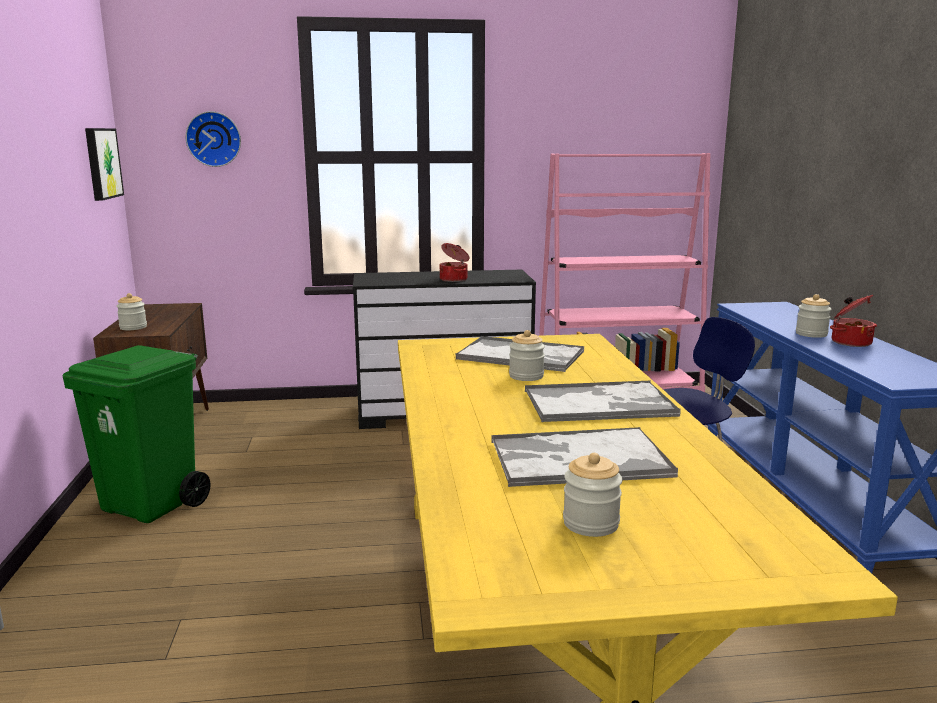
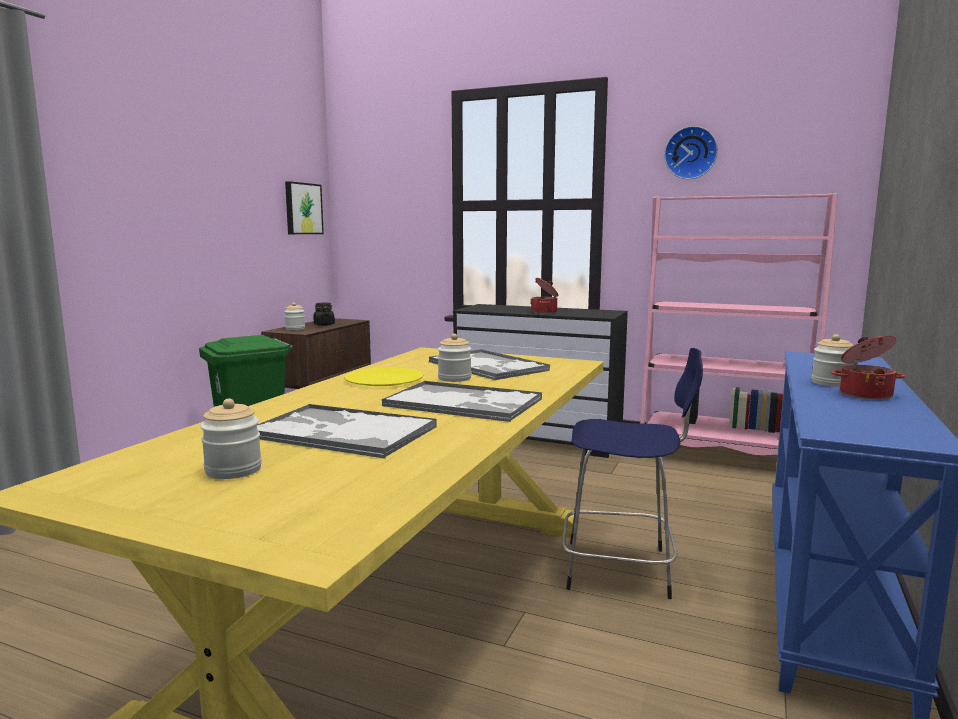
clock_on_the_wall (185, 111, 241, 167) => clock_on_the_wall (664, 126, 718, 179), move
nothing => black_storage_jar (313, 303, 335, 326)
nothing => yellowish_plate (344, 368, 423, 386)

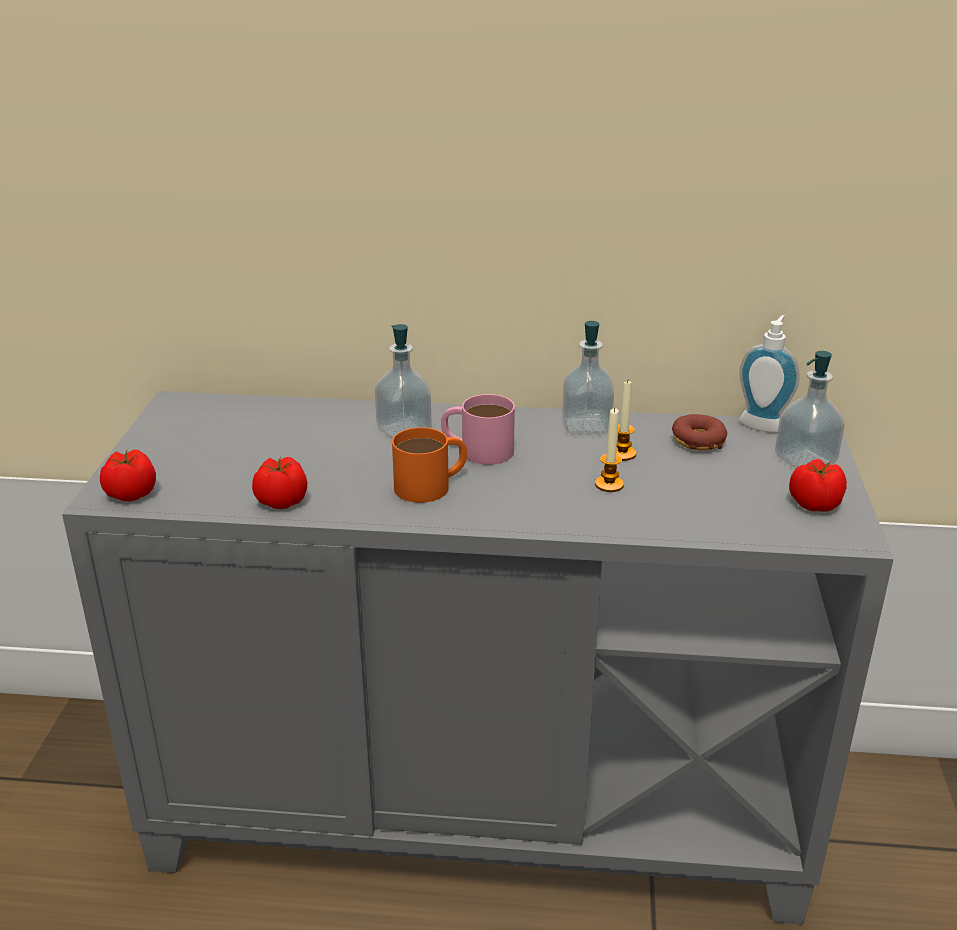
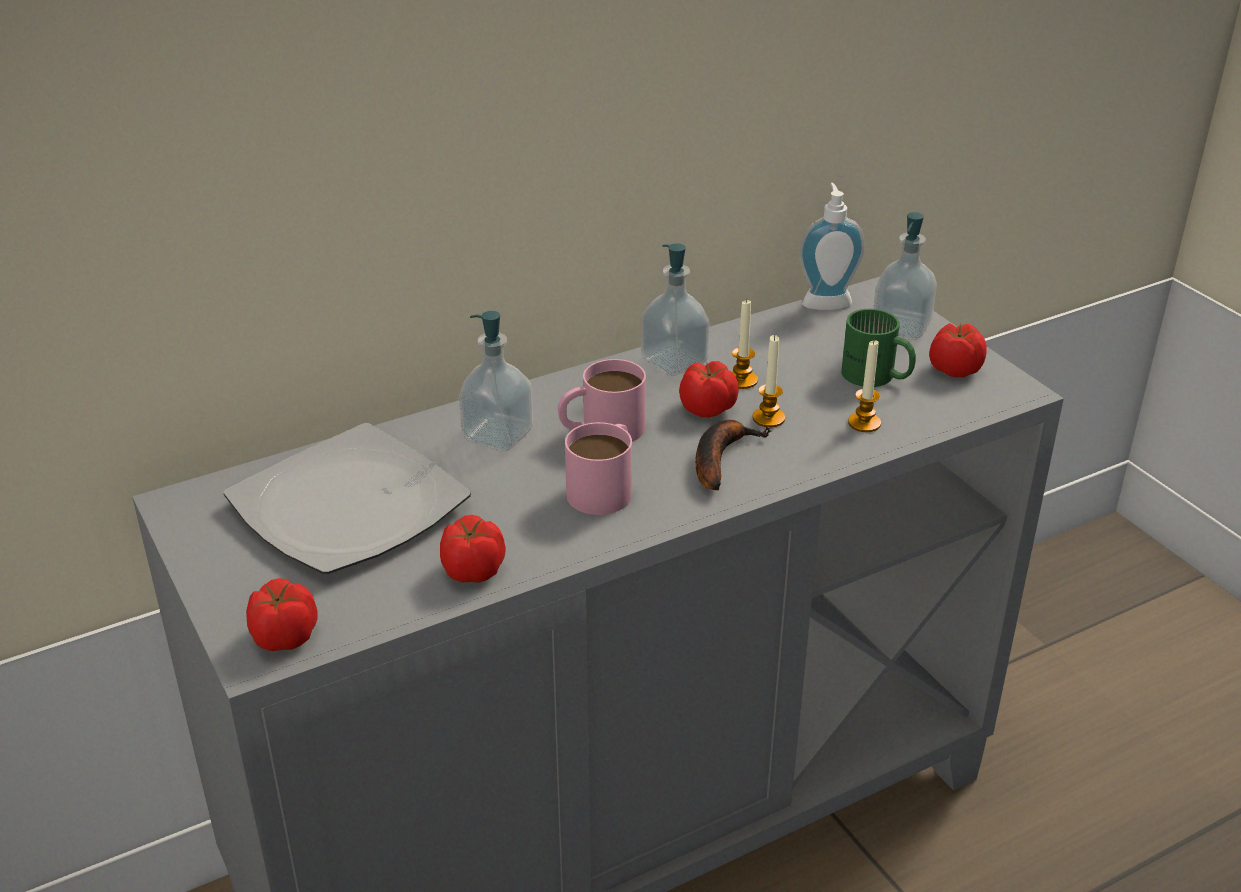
donut (672, 414, 727, 450) => nothing
orange-coloured_mug (392, 427, 467, 503) => pinkish_mug (565, 422, 632, 515)
nothing => green_mug (841, 309, 916, 387)
nothing => wax_candle (848, 340, 881, 432)
nothing => fresh_tomato (679, 361, 739, 418)
nothing => banana_fruit (695, 420, 772, 491)
nothing => plate (224, 423, 471, 574)

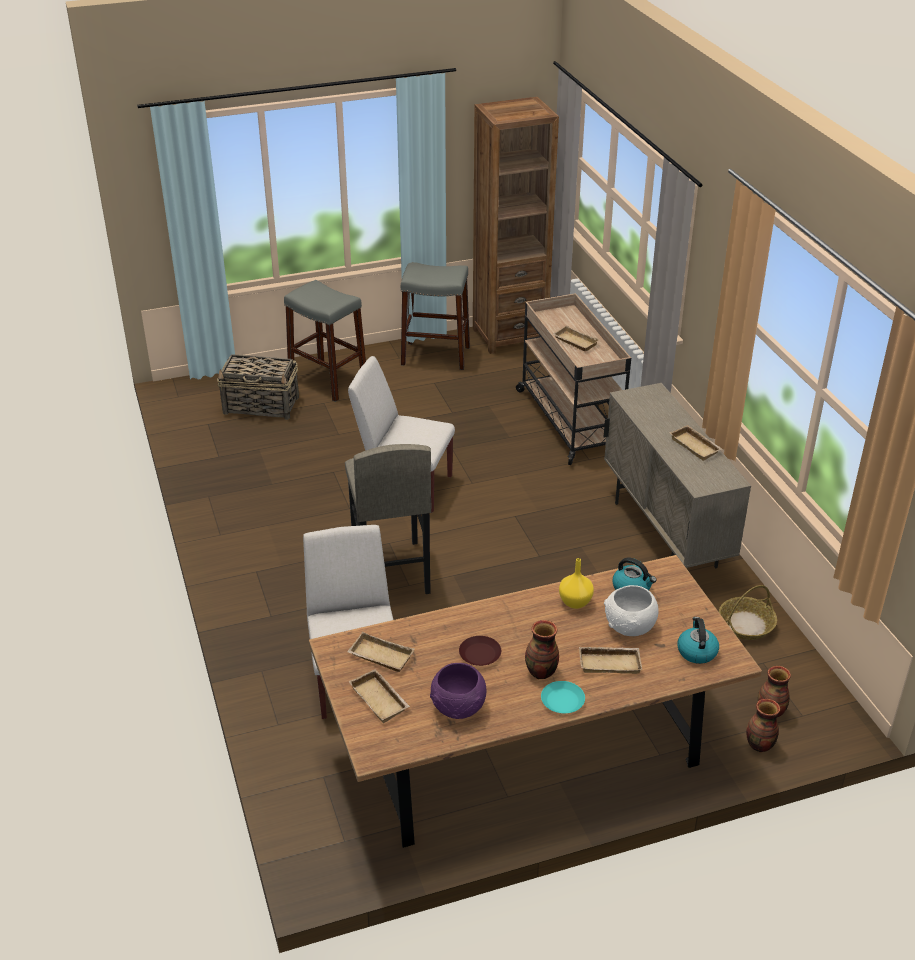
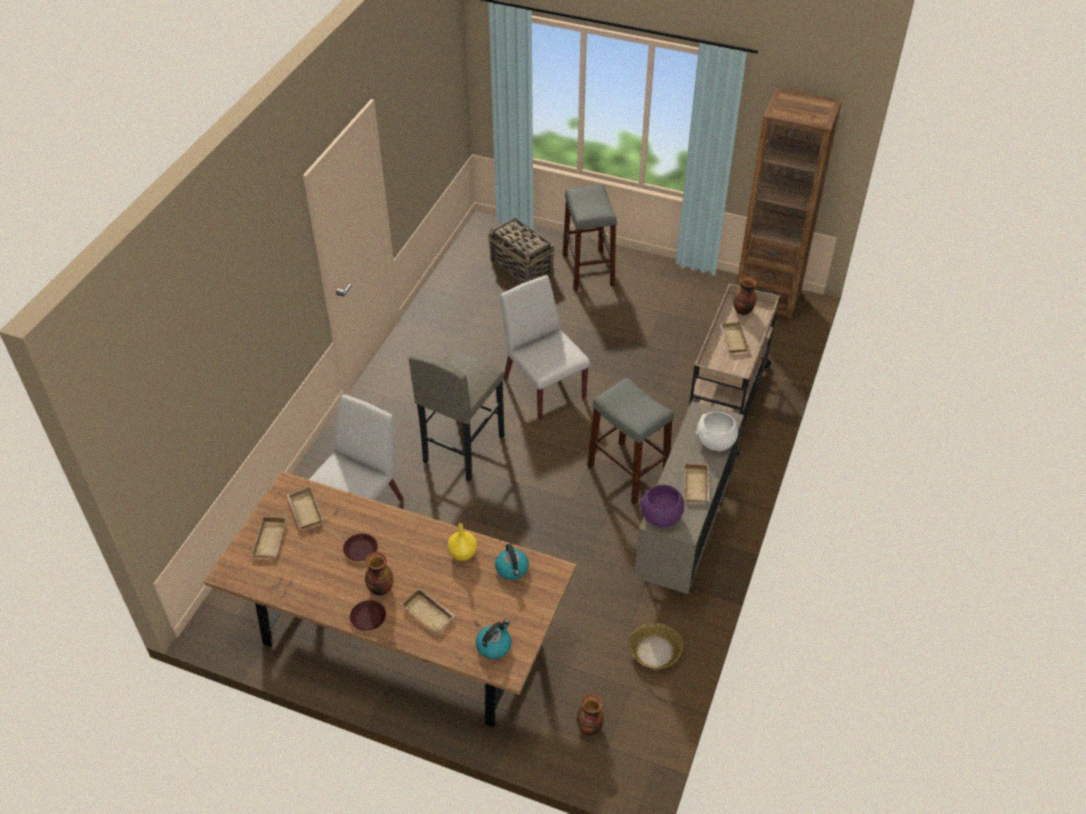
grey_stool_seat (401, 262, 470, 370) => grey_stool_seat (587, 377, 674, 505), move
white_bowl (604, 585, 659, 636) => white_bowl (696, 412, 738, 451), move
purple_bowl (430, 663, 486, 719) => purple_bowl (640, 485, 684, 527), move
blue-green_plate (541, 681, 585, 713) => brownish_plate (350, 600, 386, 631)
flower_vase (746, 699, 780, 752) => flower_vase (733, 276, 757, 315), move

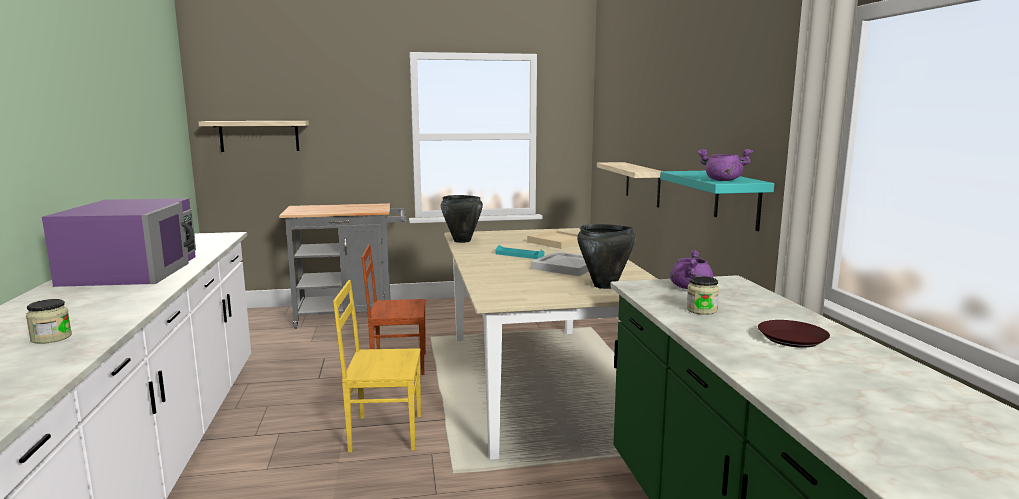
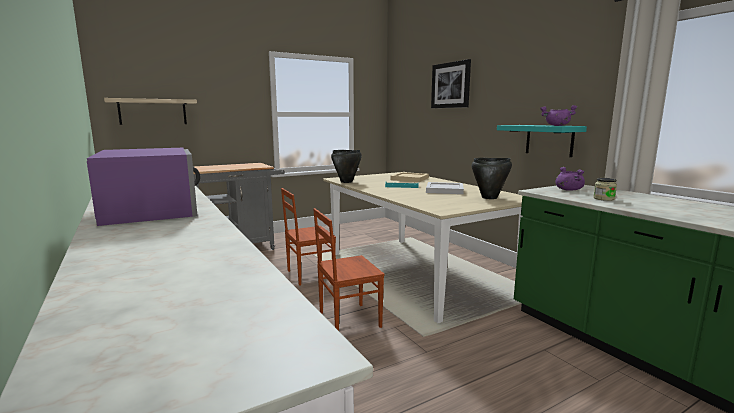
wall_shelf (597, 162, 661, 207) => nothing
yellowish_plain_chair (333, 280, 421, 452) => brownish_plain_chair (313, 208, 385, 331)
storage_jar (26, 299, 72, 344) => nothing
brownish_plate (758, 320, 830, 348) => nothing
nothing => wall_picture (431, 59, 471, 108)

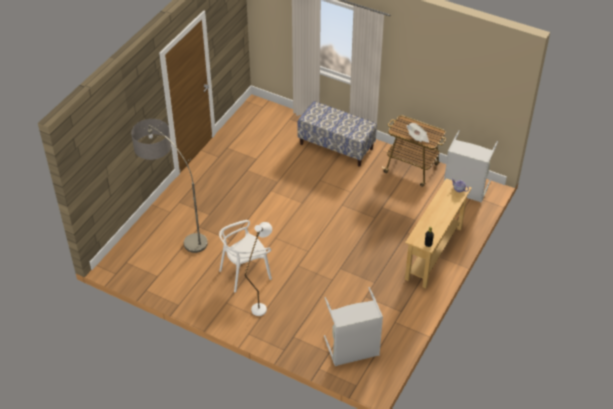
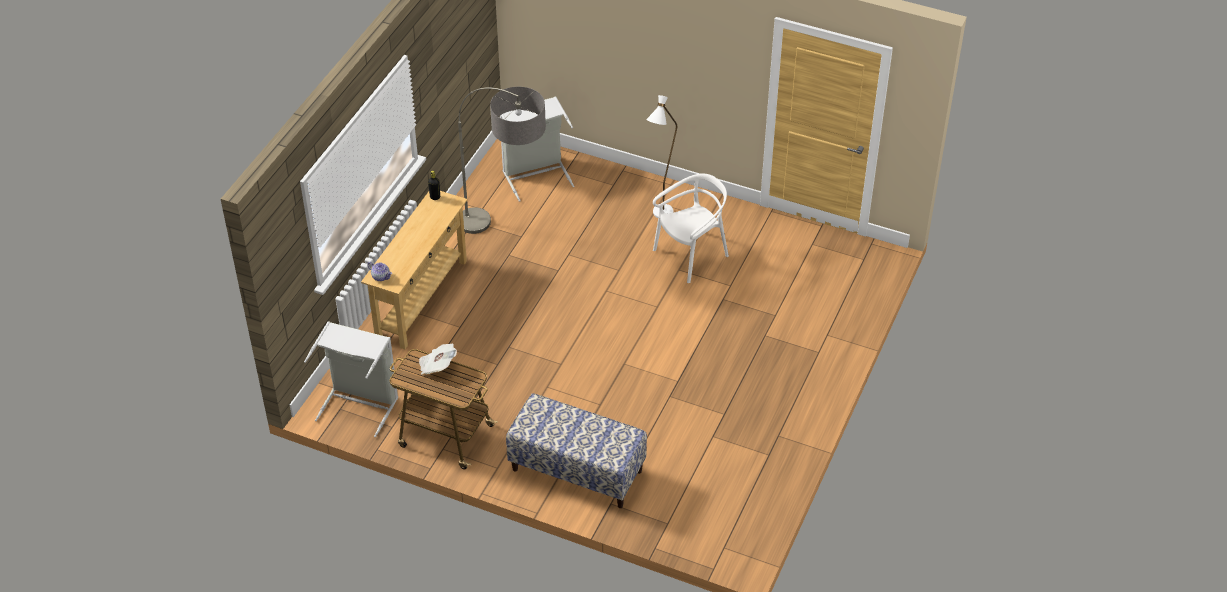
standard_lamp (131, 119, 208, 253) => standard_lamp (458, 87, 546, 234), move

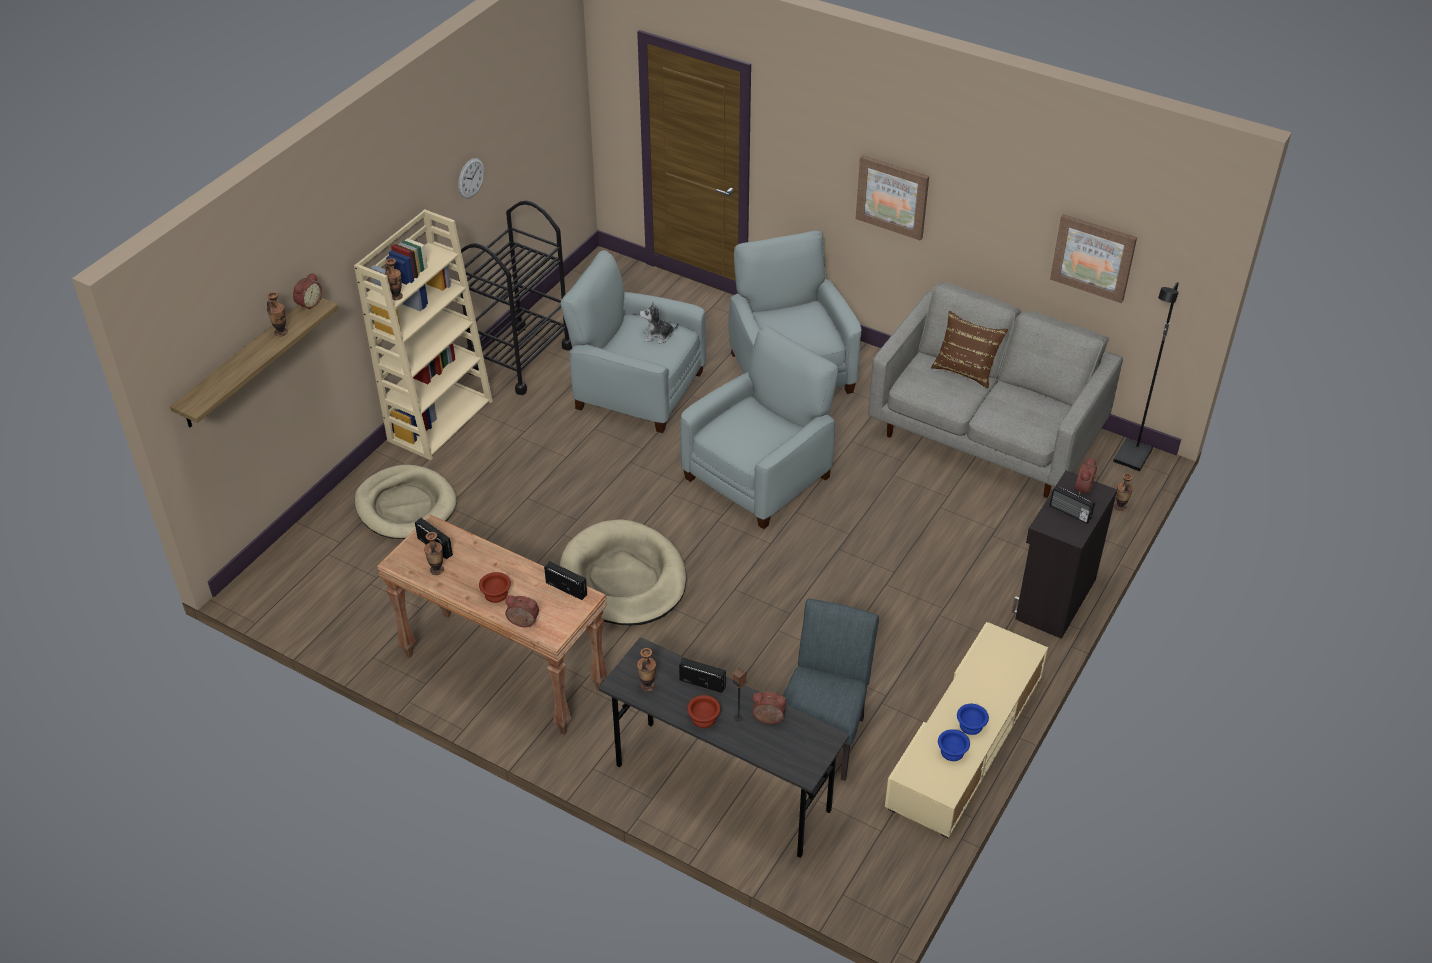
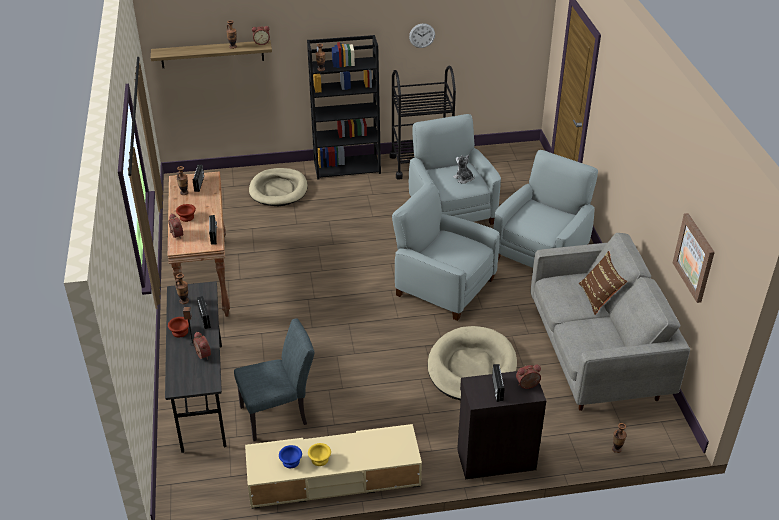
wall_picture (856, 155, 929, 240) => nothing
beige-coloured_bookshelf (354, 209, 493, 460) => black_bookshelf (307, 35, 381, 180)
black_standard_lamp (1113, 282, 1179, 471) => nothing
grey_armchair (680, 326, 839, 529) => grey_armchair (392, 181, 500, 321), 150 degrees counterclockwise
beige-coloured_dog_bed (560, 519, 687, 625) => beige-coloured_dog_bed (428, 326, 517, 400), move
blue-coloured_bowl (957, 704, 989, 735) => yellowish_bowl (308, 443, 331, 466)

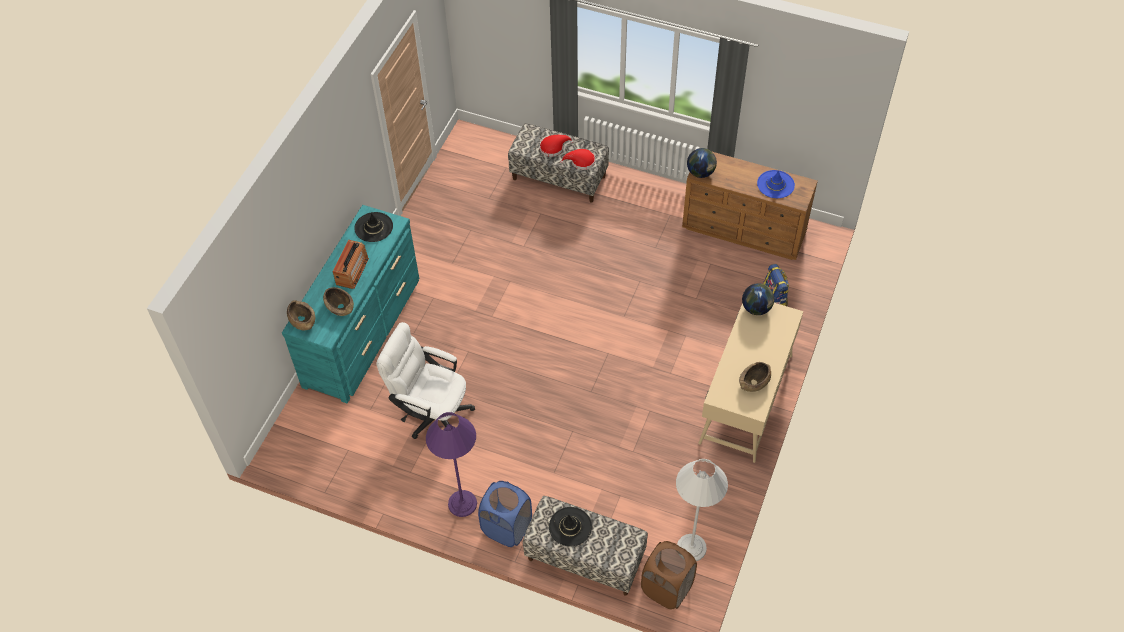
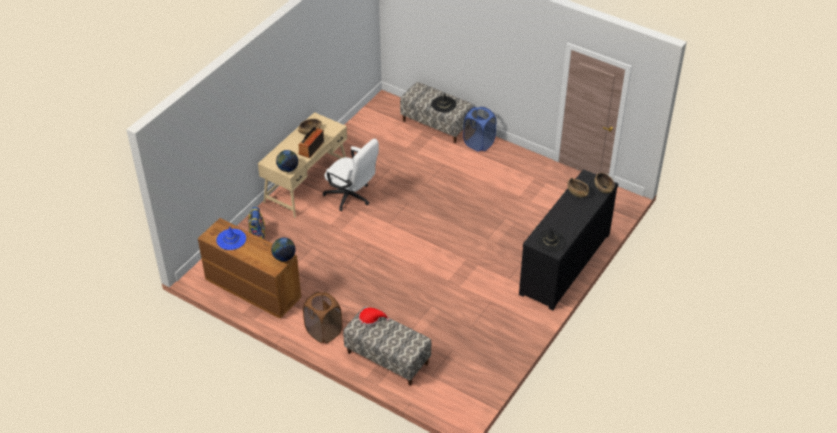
red-coloured_clothing_hat (540, 135, 573, 157) => nothing
blue-green_dresser (282, 205, 419, 403) => black_dresser (519, 169, 618, 311)
radio_receiver (333, 240, 369, 289) => radio_receiver (299, 127, 324, 158), move
white_desk_chair (377, 322, 475, 439) => white_desk_chair (323, 139, 379, 211), move
purple_standard_lamp (426, 412, 477, 517) => nothing
white_standard_lamp (676, 459, 728, 561) => nothing
brownish_laundry_basket (641, 541, 697, 610) => brownish_laundry_basket (303, 292, 342, 343), move

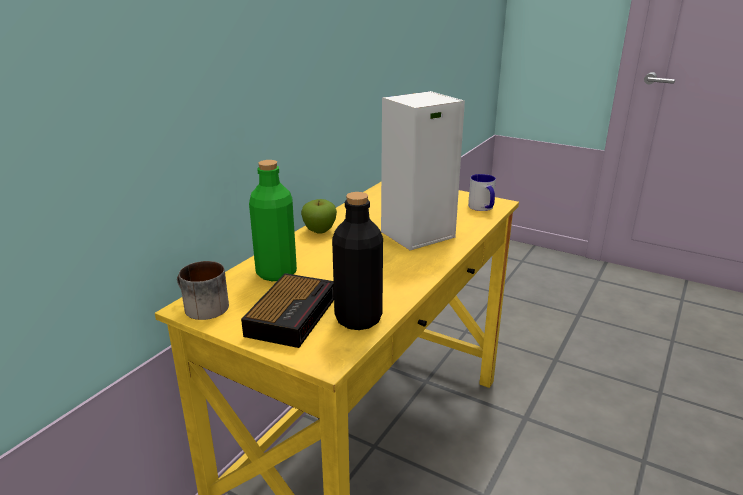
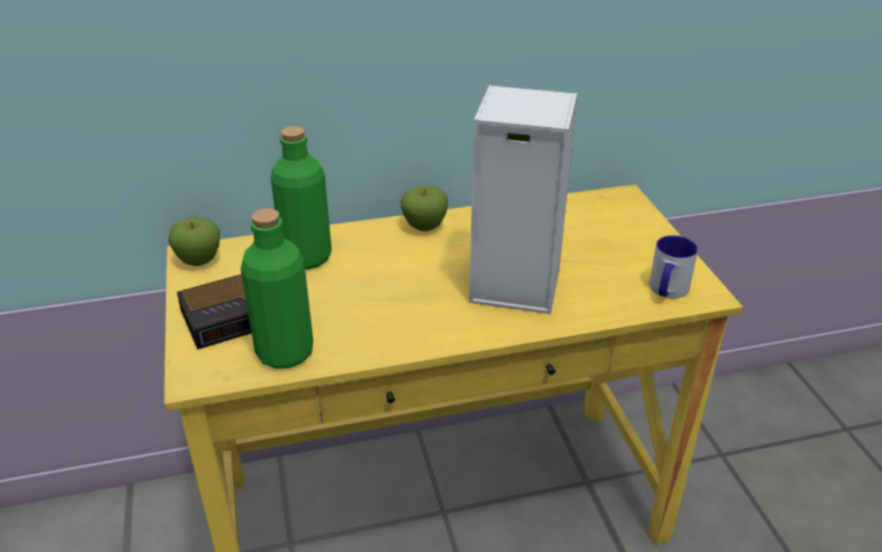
black_drink_bottle (332, 192, 383, 330) => green_drink_bottle (241, 208, 313, 369)
mug (177, 261, 229, 320) => apple_fruit (168, 217, 220, 266)

